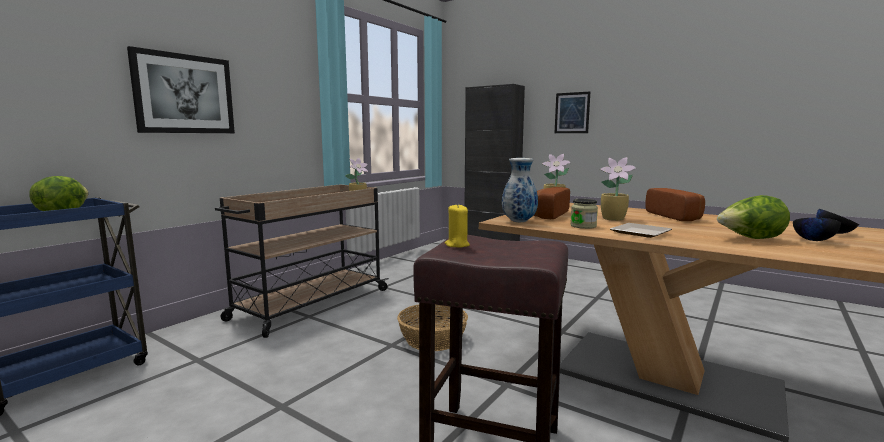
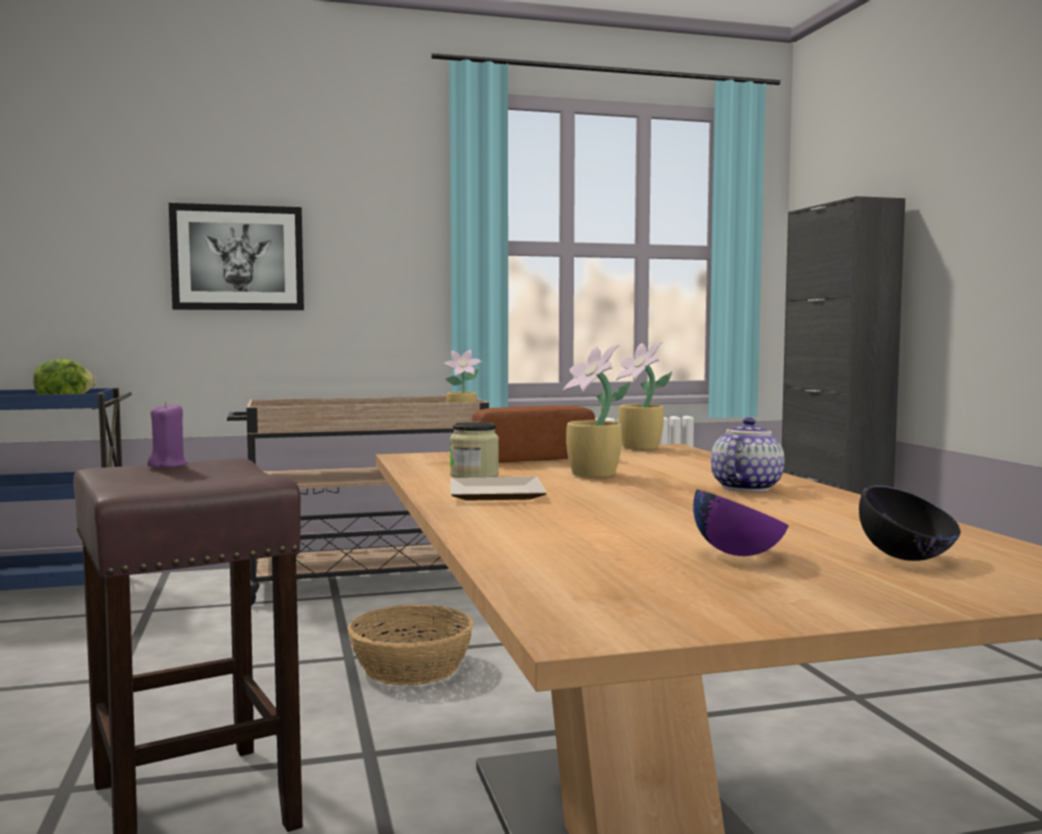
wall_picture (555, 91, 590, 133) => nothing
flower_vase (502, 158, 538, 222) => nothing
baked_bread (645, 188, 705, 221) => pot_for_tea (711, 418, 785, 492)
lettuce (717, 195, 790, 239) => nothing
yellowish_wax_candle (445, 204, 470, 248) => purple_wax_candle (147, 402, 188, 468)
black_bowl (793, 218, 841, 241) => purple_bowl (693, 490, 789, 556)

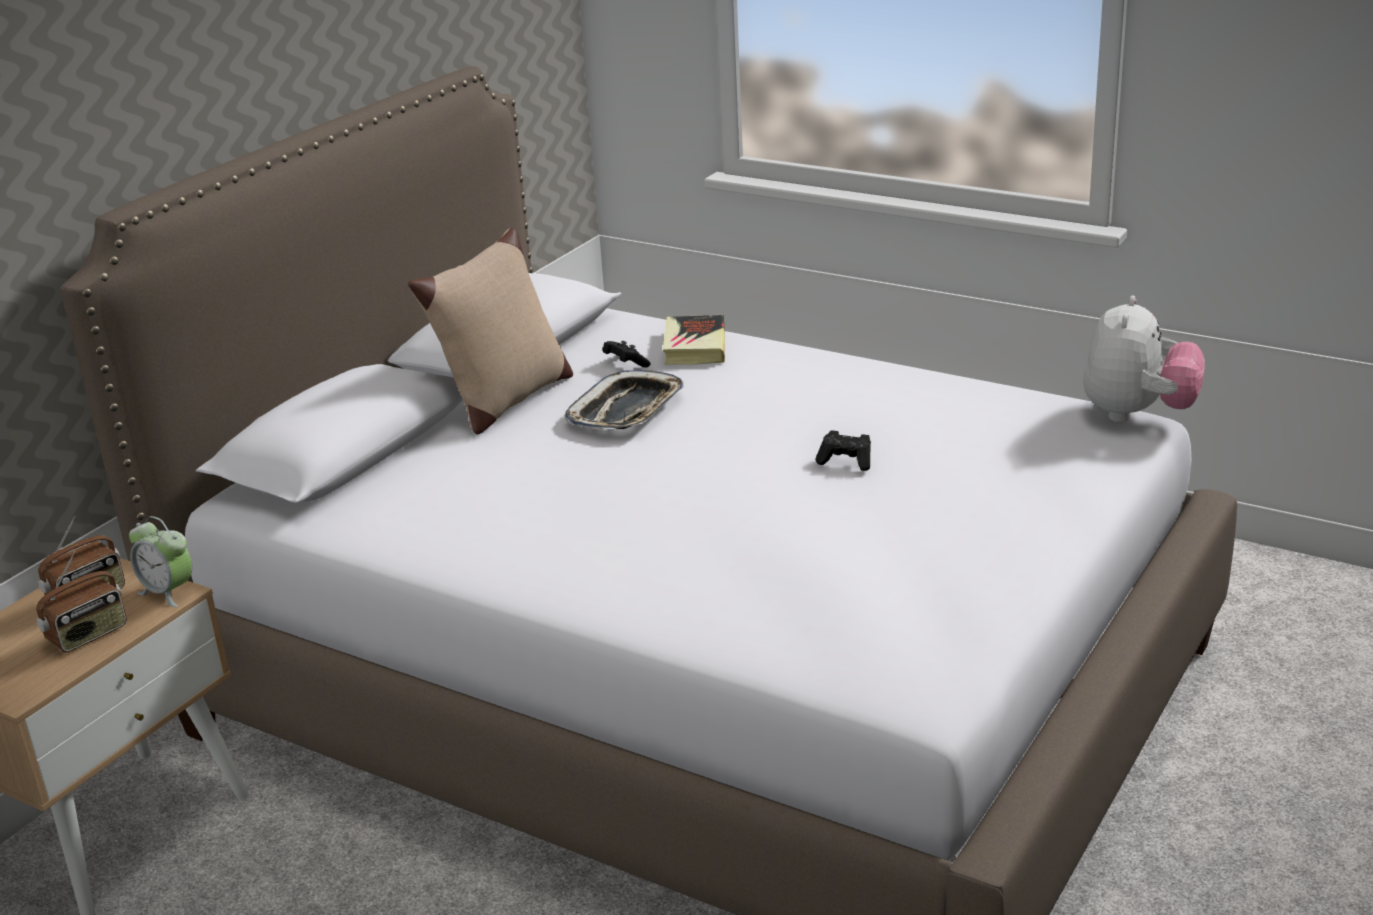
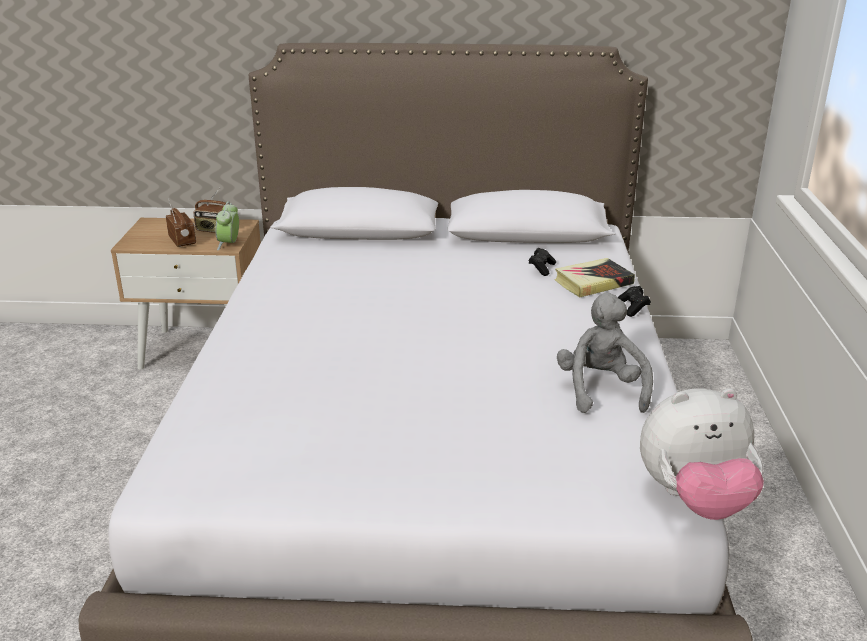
beige-coloured_pillow (408, 228, 573, 434) => nothing
serving_tray (565, 370, 684, 430) => nothing
black_gamepad (815, 430, 871, 471) => black_gamepad (618, 286, 651, 317), move
radio_receiver (36, 552, 127, 652) => radio_receiver (166, 198, 196, 247), 135 degrees counterclockwise
nothing => grey_cuddly_toy (557, 293, 653, 413)

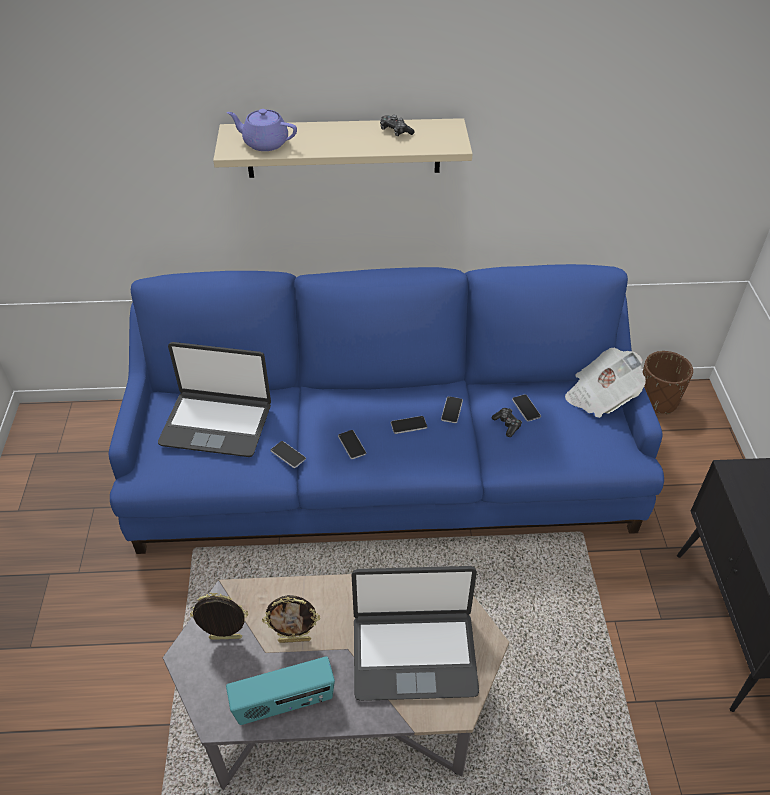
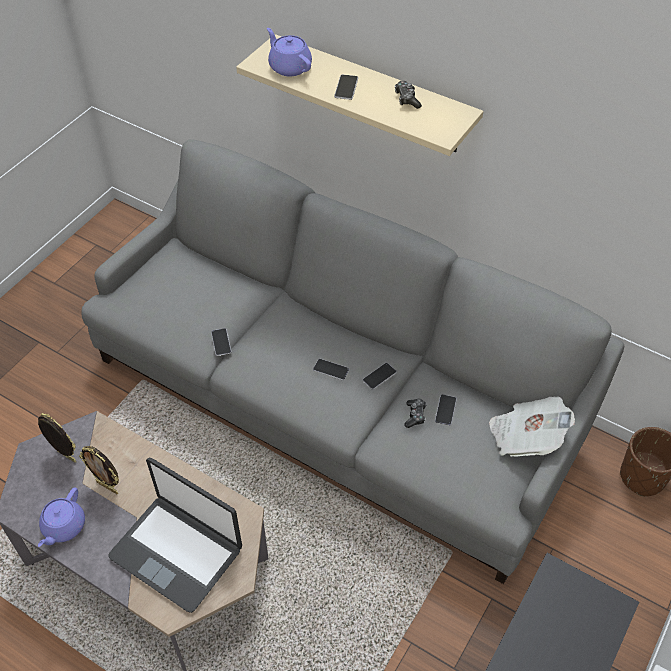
blue-coloured_sofa (109, 264, 664, 554) => grey_sofa (81, 139, 624, 584)
portable_computer (158, 342, 271, 457) => nothing
handset (338, 430, 366, 459) => handset (334, 75, 358, 100), move
radio_receiver (226, 656, 335, 725) => purple_pot_for_tea (38, 488, 85, 547)

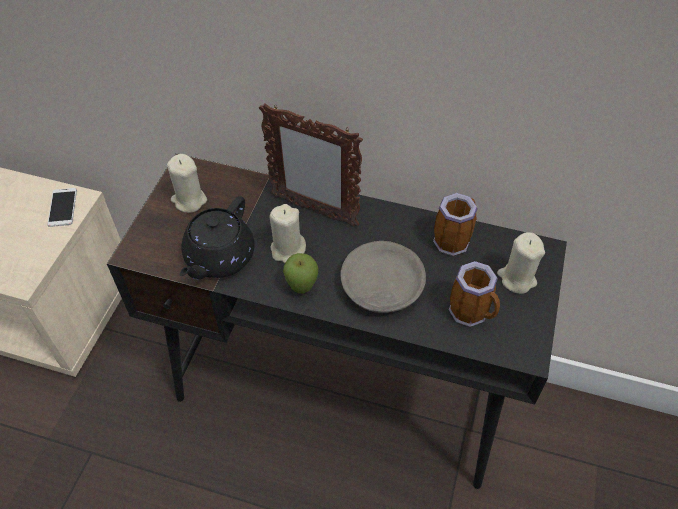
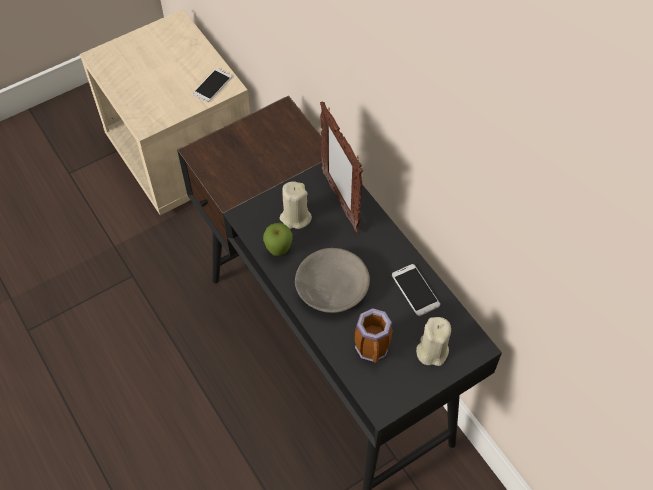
beige-coloured_wax_candle (167, 154, 207, 213) => nothing
mug (433, 193, 478, 256) => handset (392, 264, 440, 316)
black_pot_for_tea (179, 196, 255, 279) => nothing

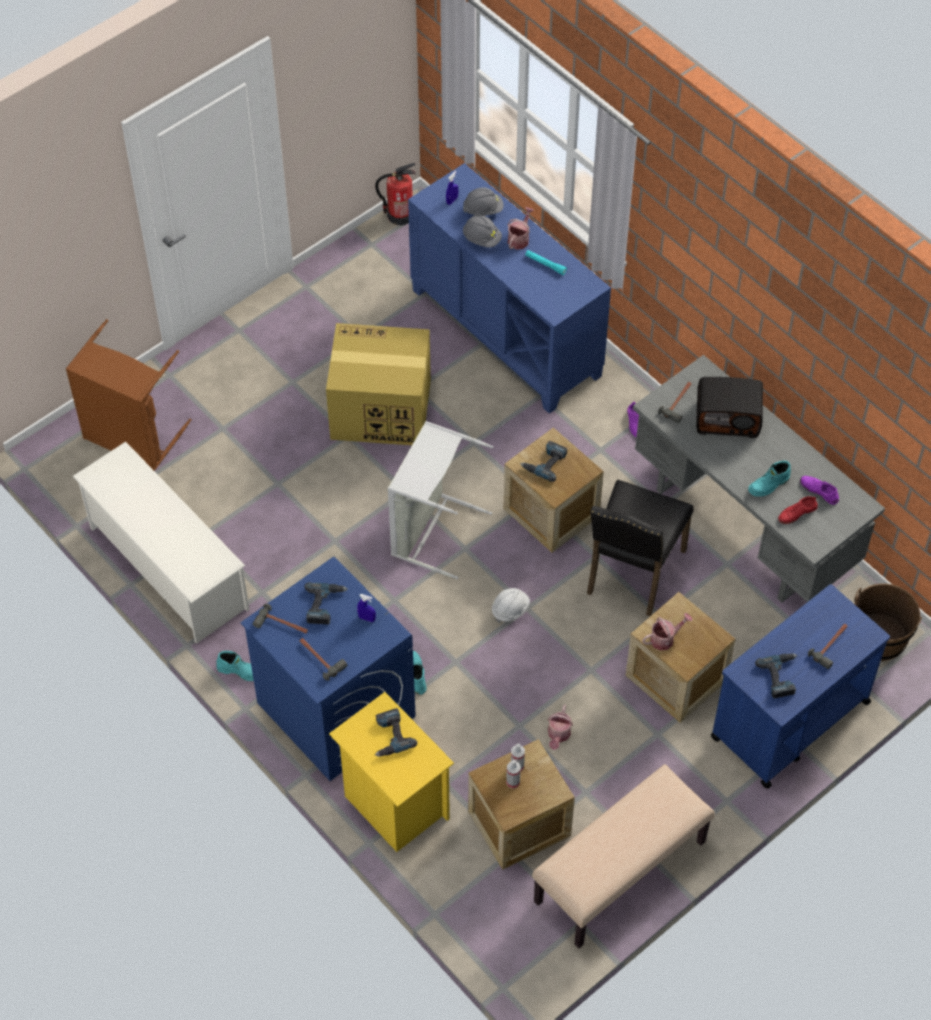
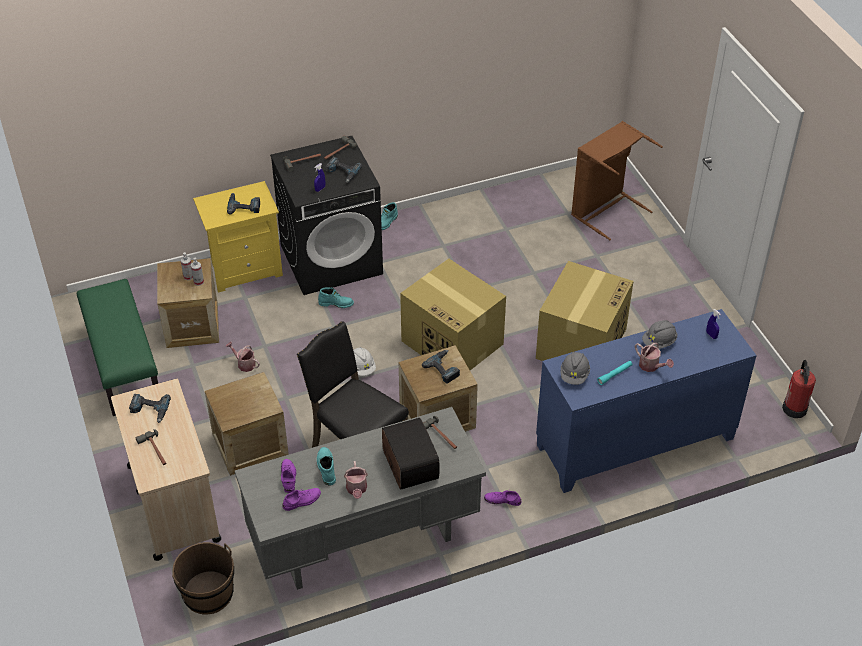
grey_hard_hat (463, 187, 503, 216) => grey_hard_hat (561, 352, 590, 385), move
radio_receiver (696, 377, 763, 438) => radio_receiver (382, 418, 440, 489), 135 degrees clockwise
grey_laundry_basket (388, 421, 493, 579) => carton (400, 259, 506, 370)
white_shoe_stand (72, 442, 249, 643) => nothing
red-coloured_shoe (778, 496, 818, 524) => purple_shoe (281, 459, 296, 493)
blue-coloured_laundry_machine (241, 557, 416, 781) => black_laundry_machine (270, 136, 383, 295)
blue-coloured_trolley (711, 584, 890, 789) => beige-coloured_trolley (111, 379, 222, 561)
watering_can (643, 613, 692, 651) => watering_can (344, 461, 368, 499), move
beige-coloured_bench (532, 764, 715, 948) => green_bench (77, 279, 158, 416)

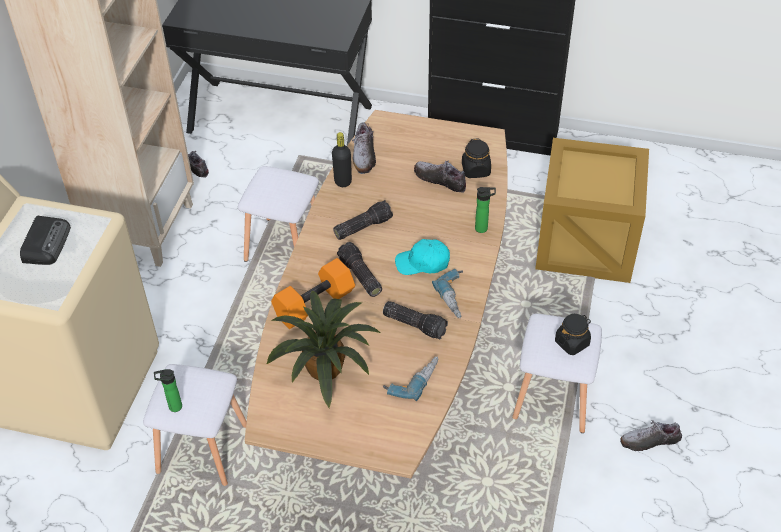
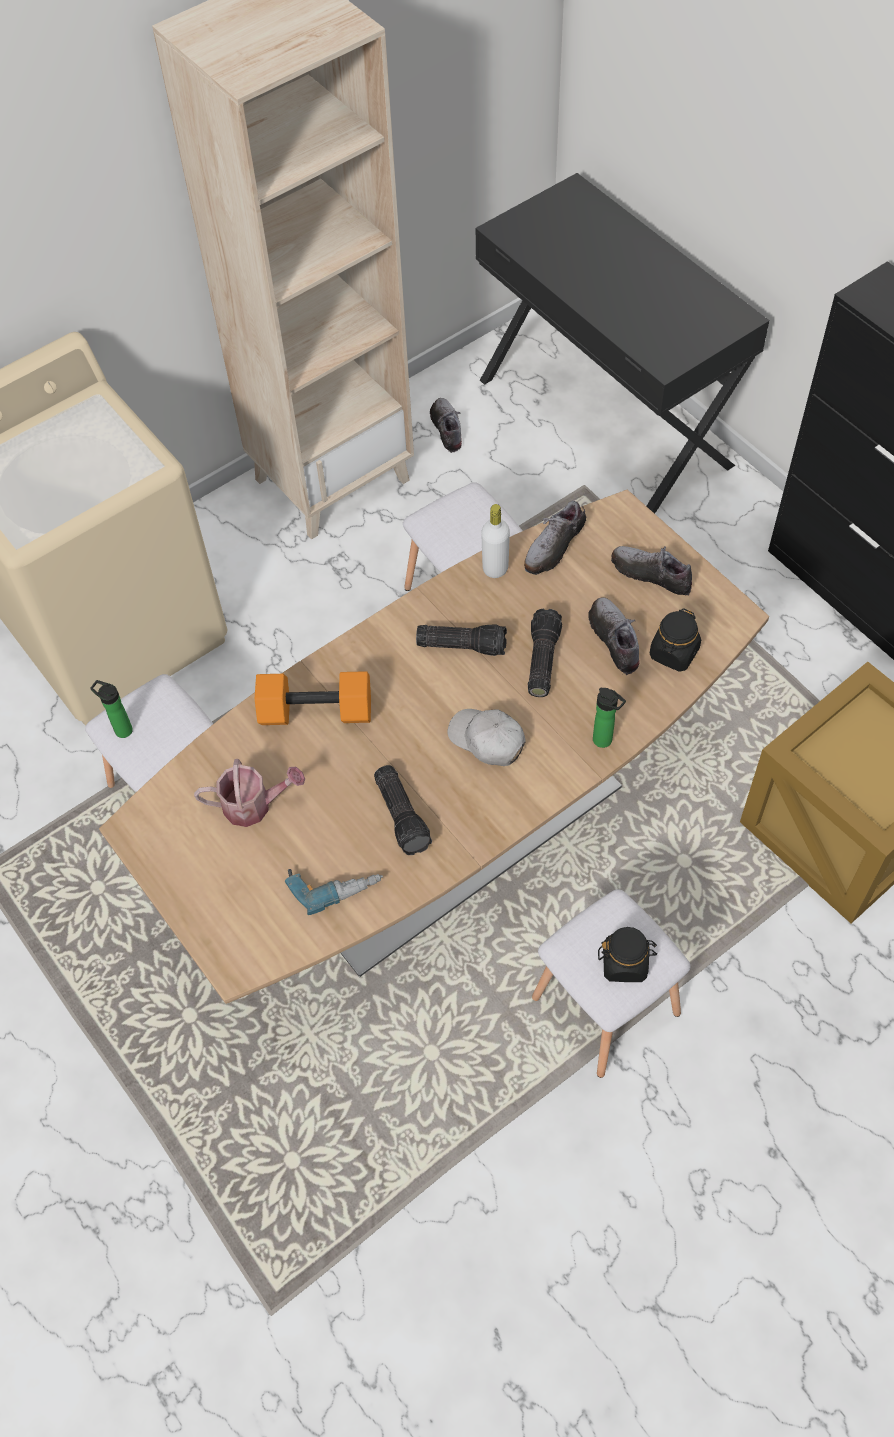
black_drink_bottle (332, 132, 352, 187) => white_drink_bottle (481, 504, 510, 578)
radio_receiver (20, 216, 71, 265) => nothing
blue-green_baseball_cap (395, 239, 450, 275) => white_baseball_cap (447, 709, 526, 766)
hand_torch (337, 242, 382, 297) => hand_torch (528, 609, 562, 697), move
drill (432, 269, 463, 318) => nothing
potted_plant (267, 290, 380, 408) => watering_can (194, 759, 305, 827)
shoe (620, 420, 682, 451) => shoe (611, 546, 692, 597), move

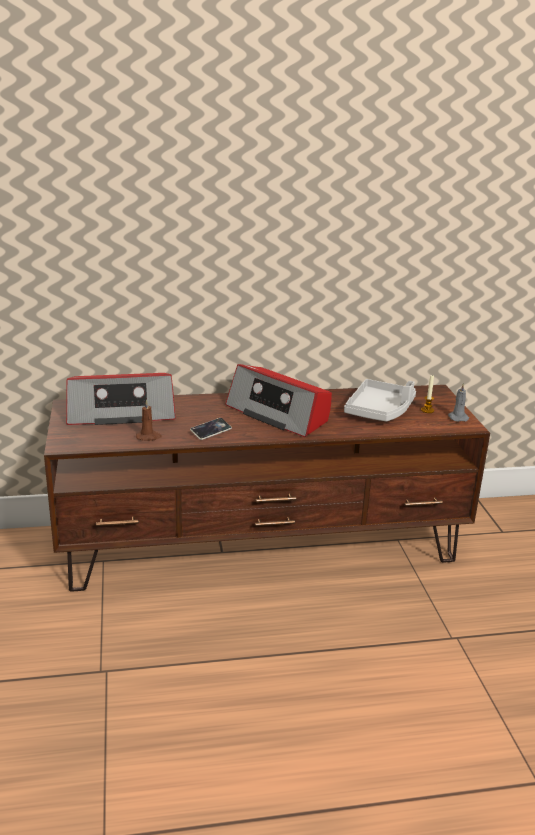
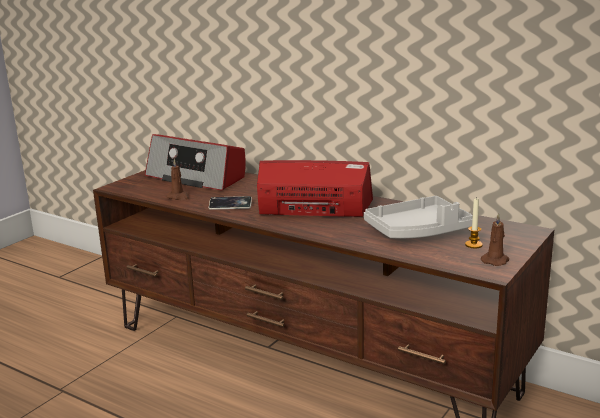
radio_receiver (225, 364, 332, 437) => radio_receiver (257, 160, 373, 217), 105 degrees clockwise
grey_wax_candle (448, 383, 469, 422) => brownish_wax_candle (481, 213, 509, 266)

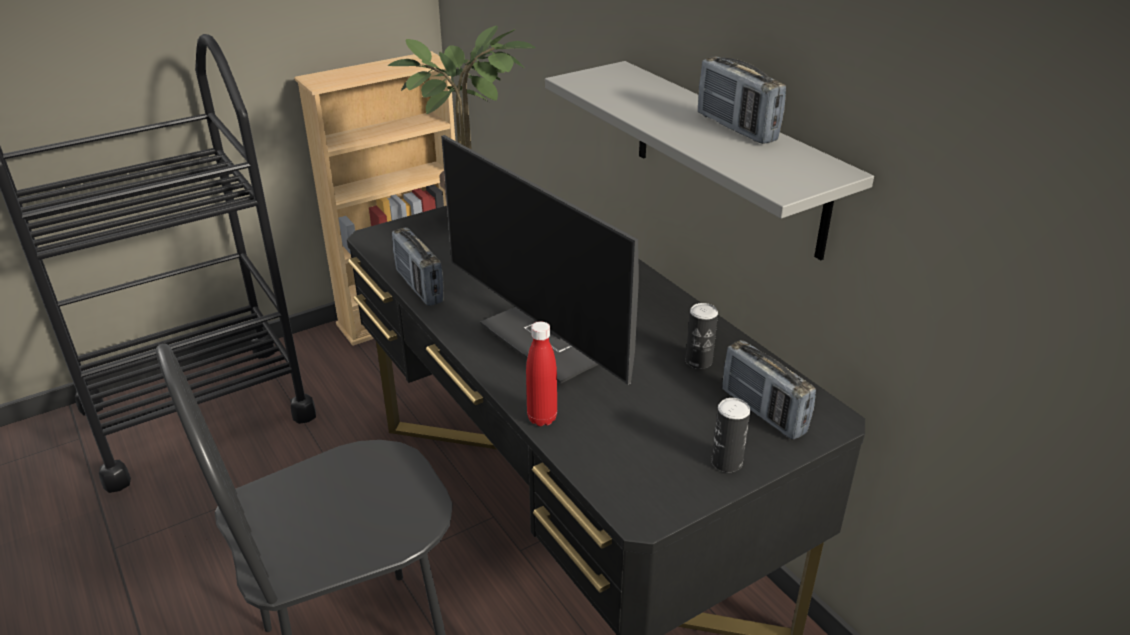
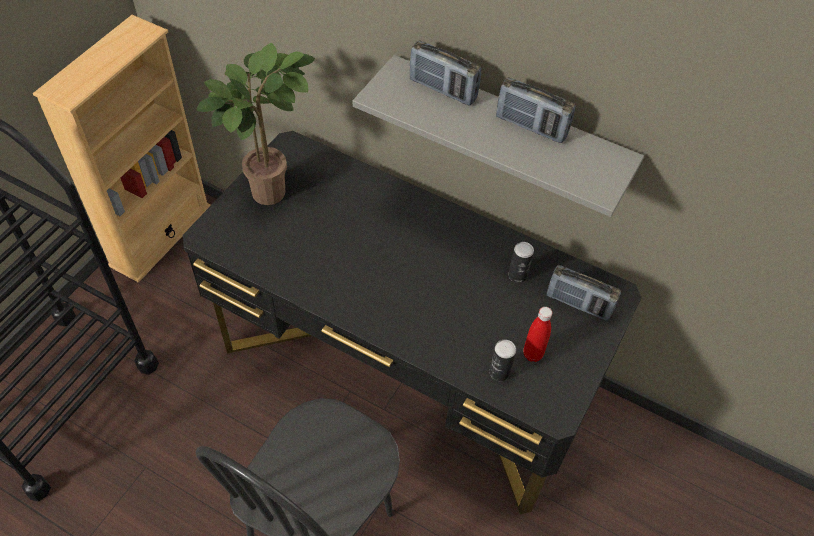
monitor (441, 135, 639, 385) => nothing
radio_receiver (392, 228, 444, 306) => radio_receiver (410, 40, 481, 106), move
red-coloured_drink_bottle (526, 322, 557, 426) => red-coloured_drink_bottle (523, 307, 552, 362), move
can (711, 398, 750, 472) => can (489, 340, 516, 381), move

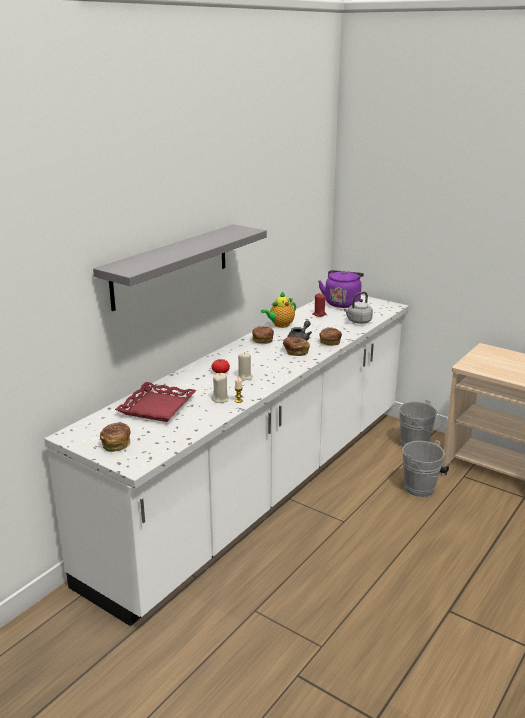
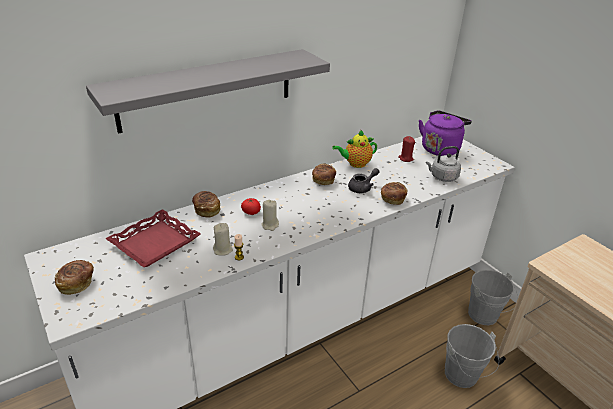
baked_bread (283, 336, 310, 356) => baked_bread (192, 191, 221, 218), move

